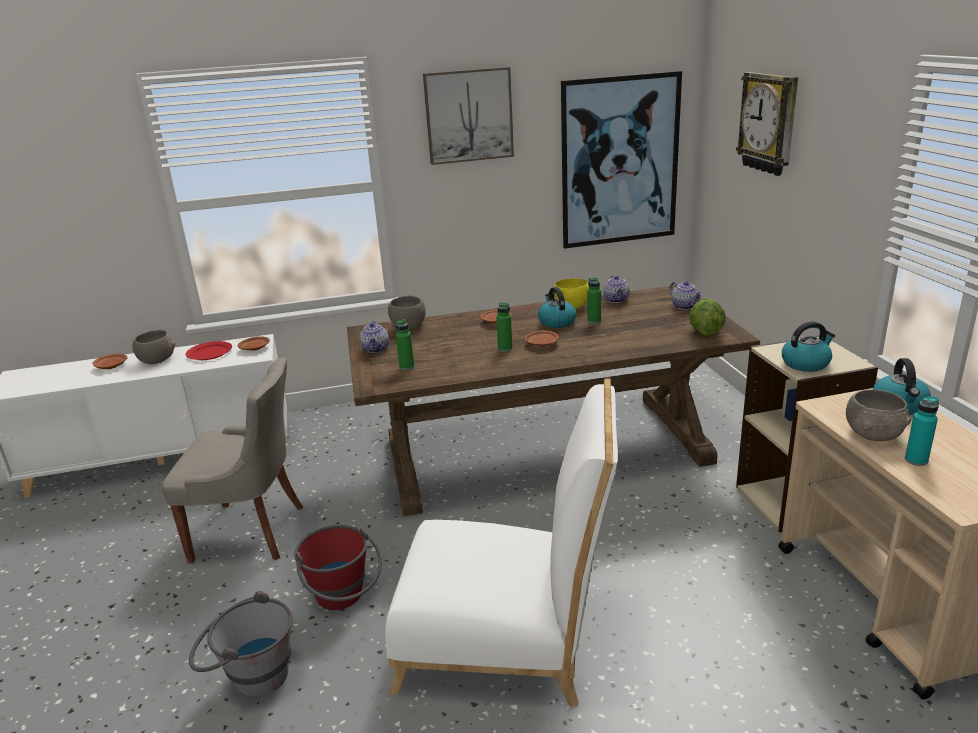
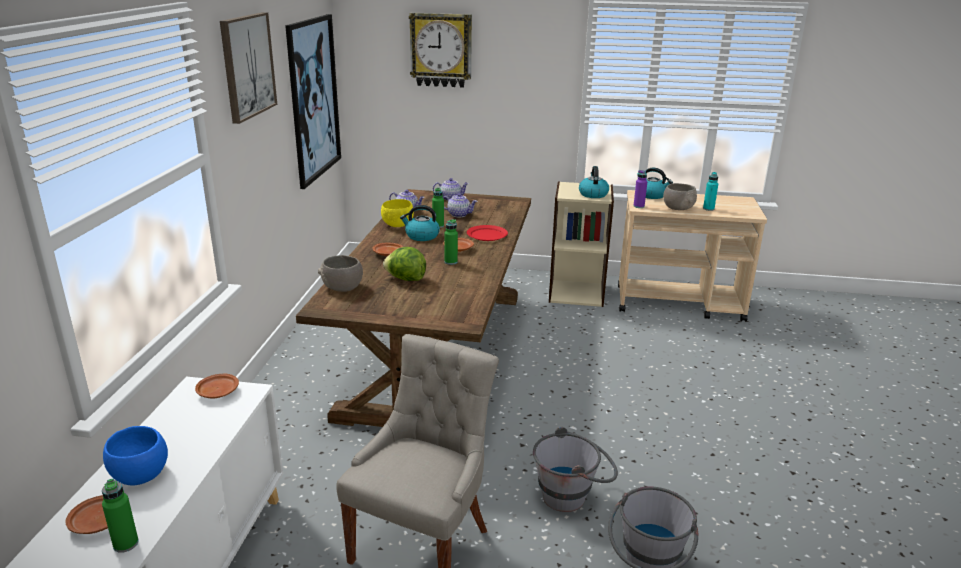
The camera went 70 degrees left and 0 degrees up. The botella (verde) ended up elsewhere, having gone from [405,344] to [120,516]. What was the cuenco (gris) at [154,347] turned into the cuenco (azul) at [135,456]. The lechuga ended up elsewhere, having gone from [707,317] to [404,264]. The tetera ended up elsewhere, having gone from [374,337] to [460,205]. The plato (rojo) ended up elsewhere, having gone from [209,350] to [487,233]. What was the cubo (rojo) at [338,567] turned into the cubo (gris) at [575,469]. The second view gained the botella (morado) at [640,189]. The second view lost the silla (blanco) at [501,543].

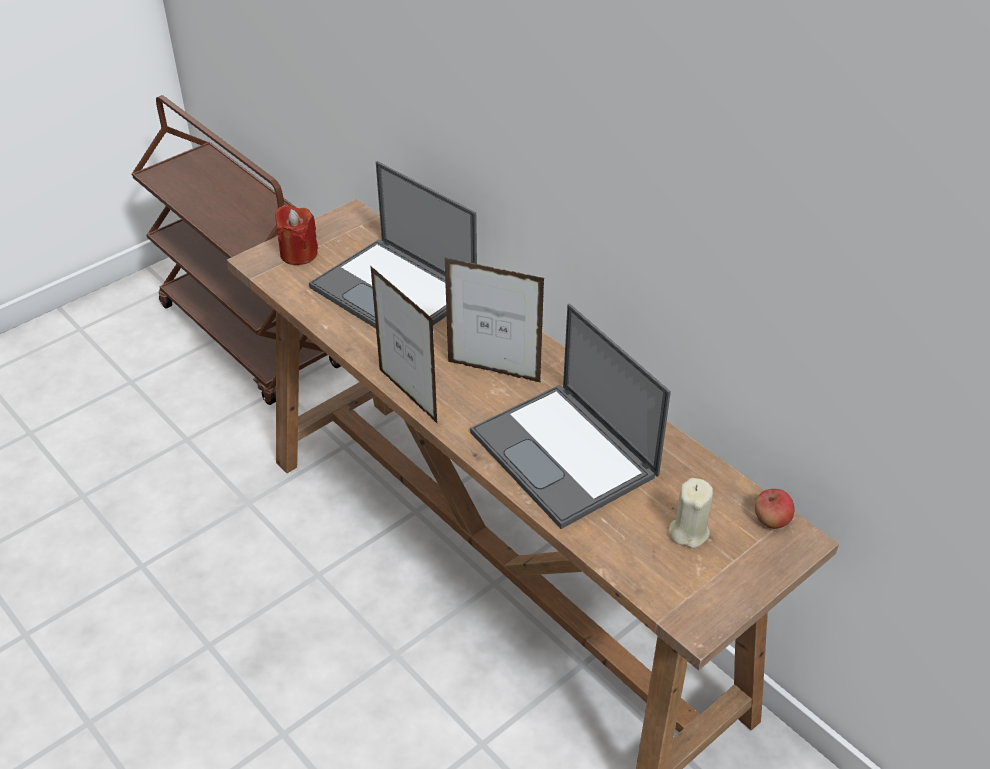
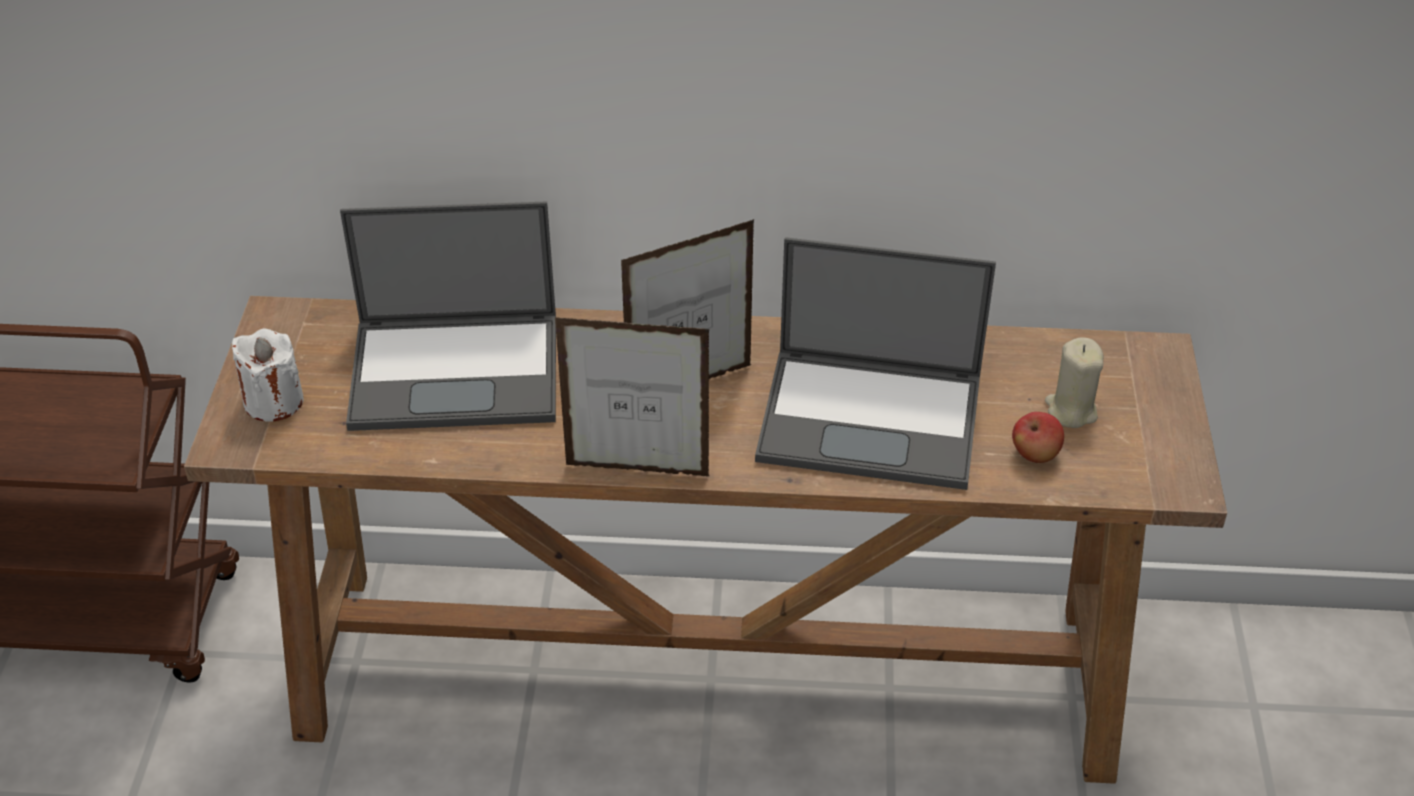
The camera went 45 degrees left and 0 degrees up. What was the vela (rojo) at [296,234] turned into the vela (blanco) at [268,375]. The manzana ended up elsewhere, having gone from [775,509] to [1038,437].

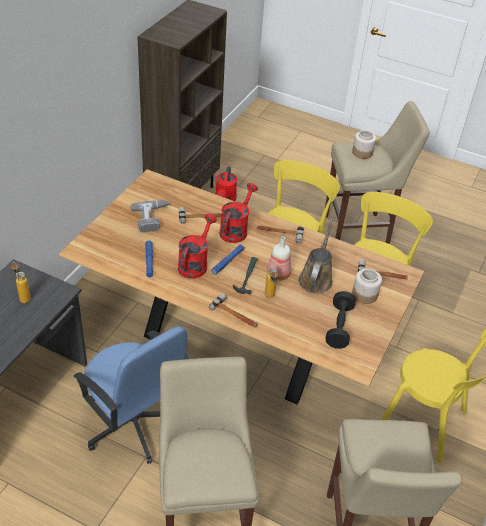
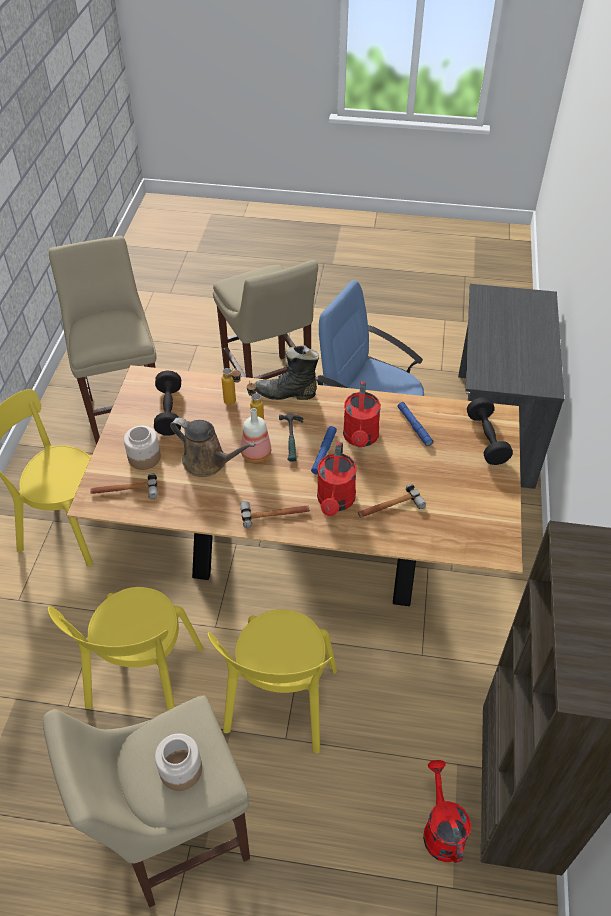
The camera went 165 degrees right and 5 degrees up. The regadera (marrón) at [315,256] ended up facing another way, 60 degrees counterclockwise from before. The botella ended up elsewhere, having gone from [21,282] to [231,386]. Where the martillo stood at [233,310], the bota (negro) came to stand at [287,372]. The second view gained the mancuerna (negro) at [490,431]. The second view lost the taladro at [150,216].

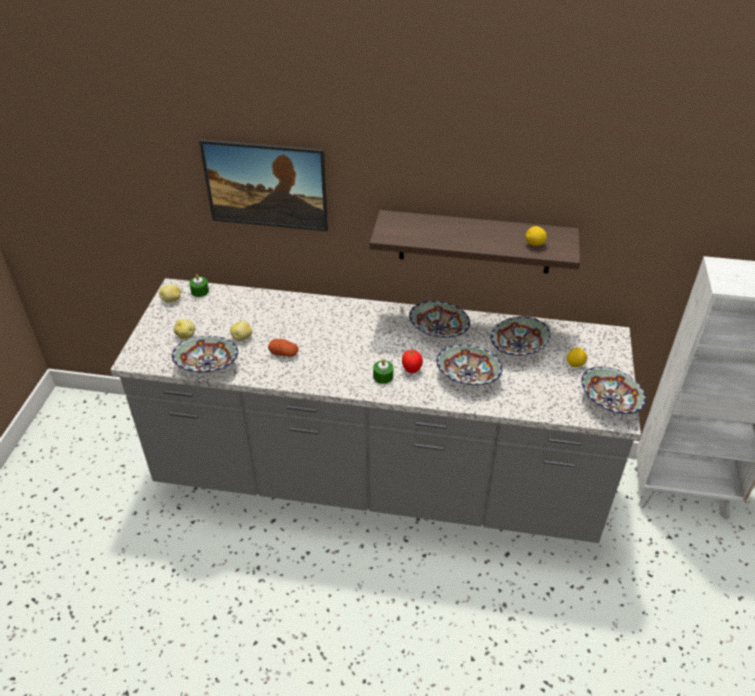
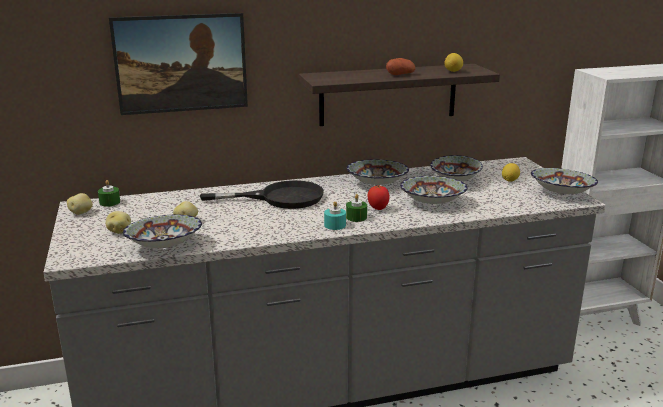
The camera went 25 degrees left and 20 degrees down. The second view gained the sartén (negro) at [262,194]. The second view gained the vela (turquesa) at [335,215]. The patata ended up elsewhere, having gone from [283,348] to [400,66].

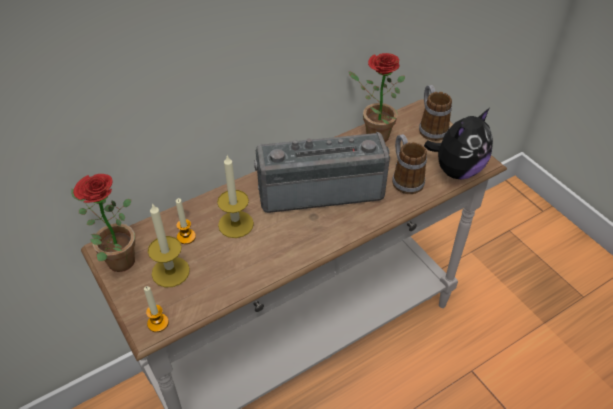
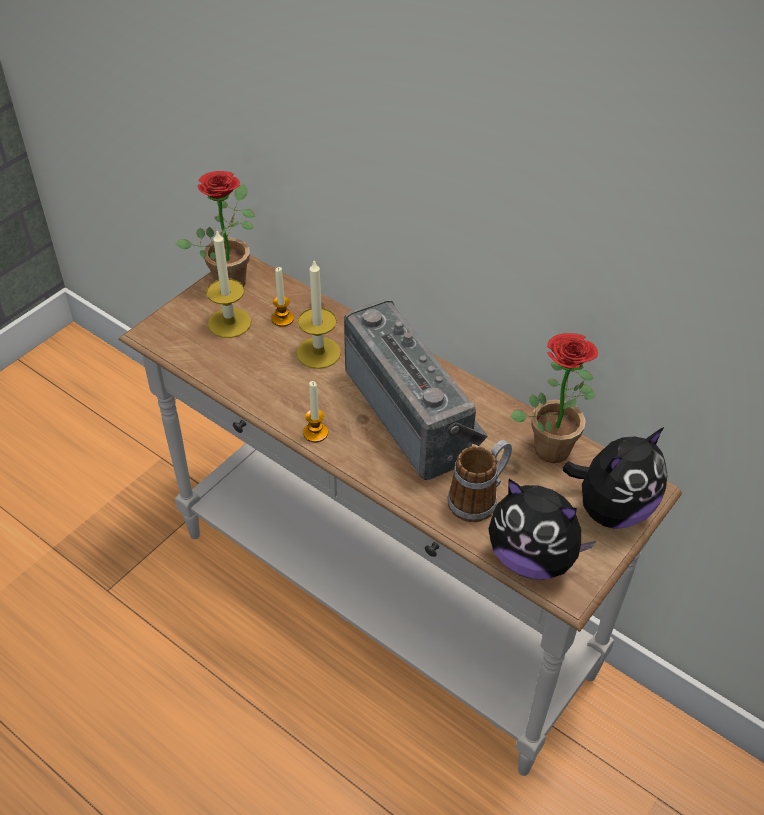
The camera went 70 degrees right and 0 degrees up. The vela ended up elsewhere, having gone from [156,309] to [315,411]. Where the taza grande stood at [435,113], the peluche came to stand at [615,478].

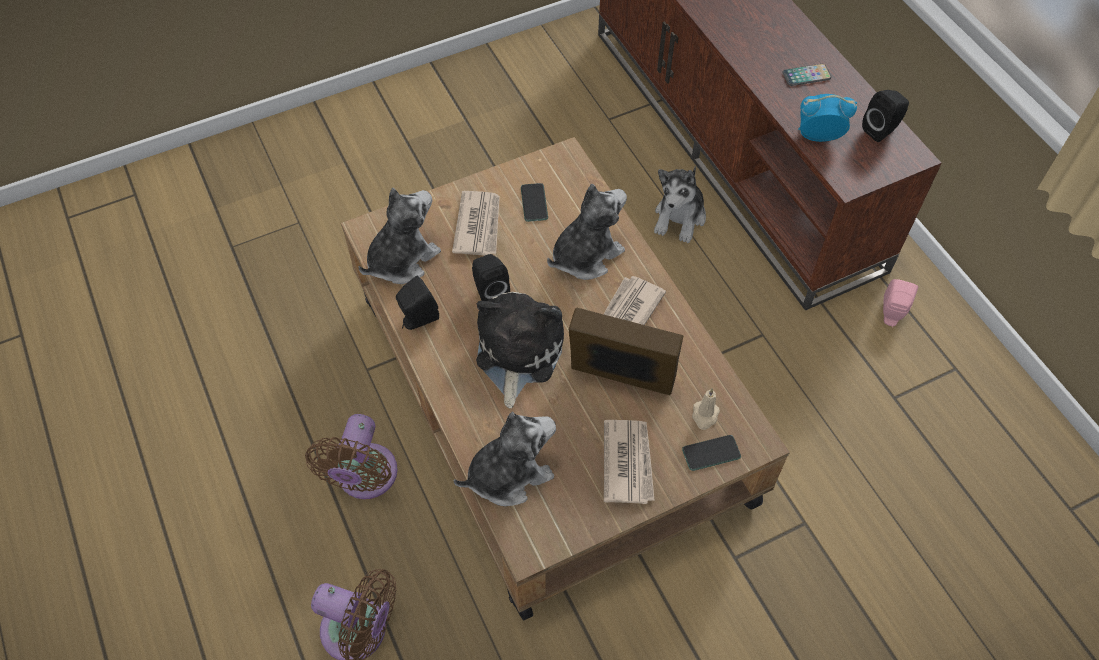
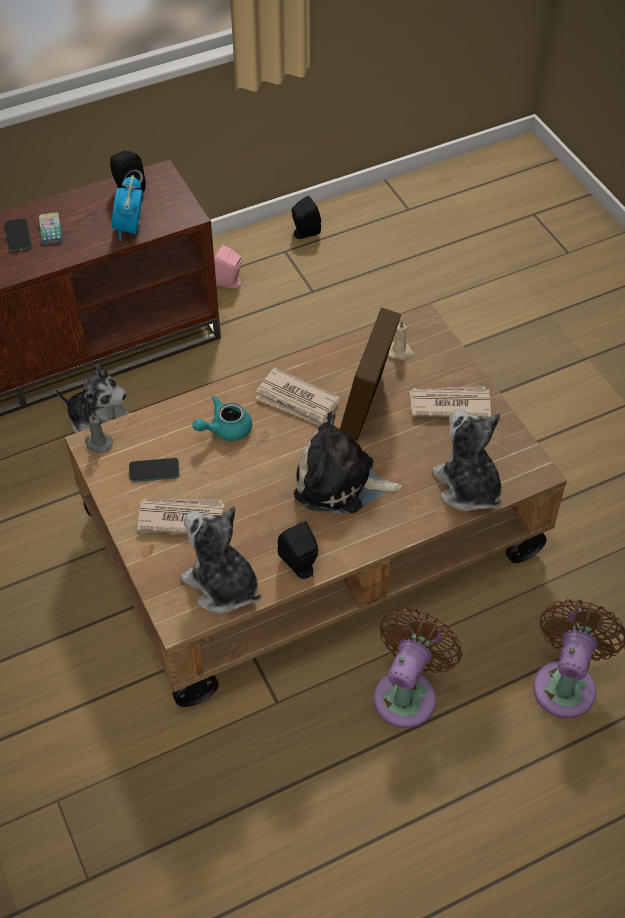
The camera went 90 degrees left and 5 degrees down. The móvil ended up elsewhere, having gone from [711,453] to [18,235]. The second view gained the vela (gris) at [99,433]. Where the peluche stood at [587,232], the tetera (turquesa) came to stand at [222,418]. The altavoz (negro) ended up elsewhere, having gone from [491,277] to [306,217]. The ventilador (marrón) at [351,456] ended up facing another way, 75 degrees counterclockwise from before.

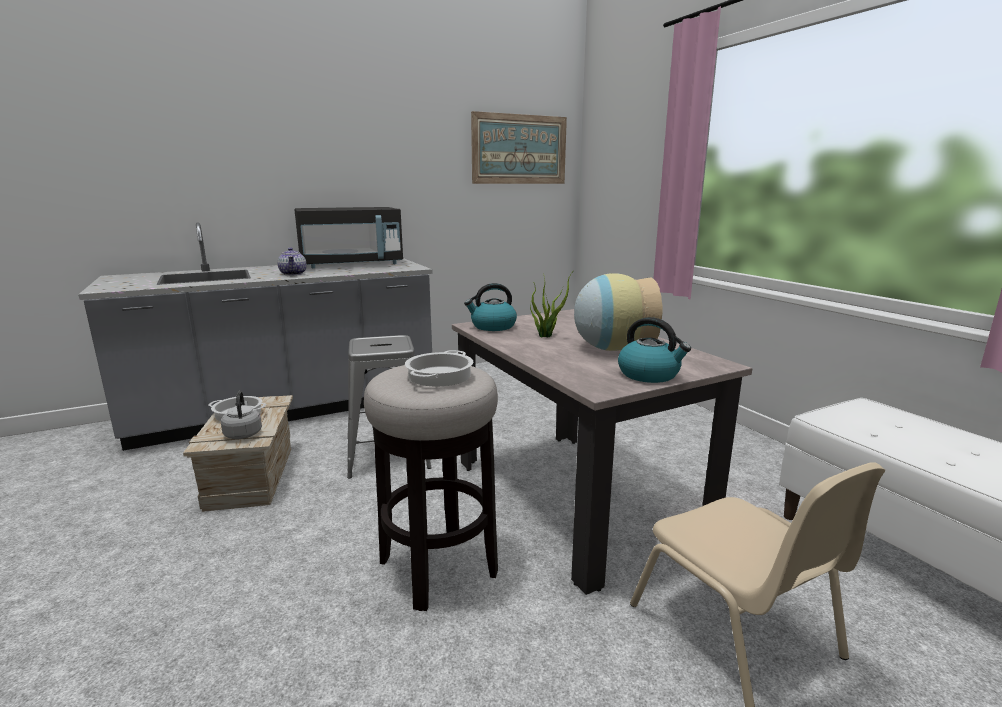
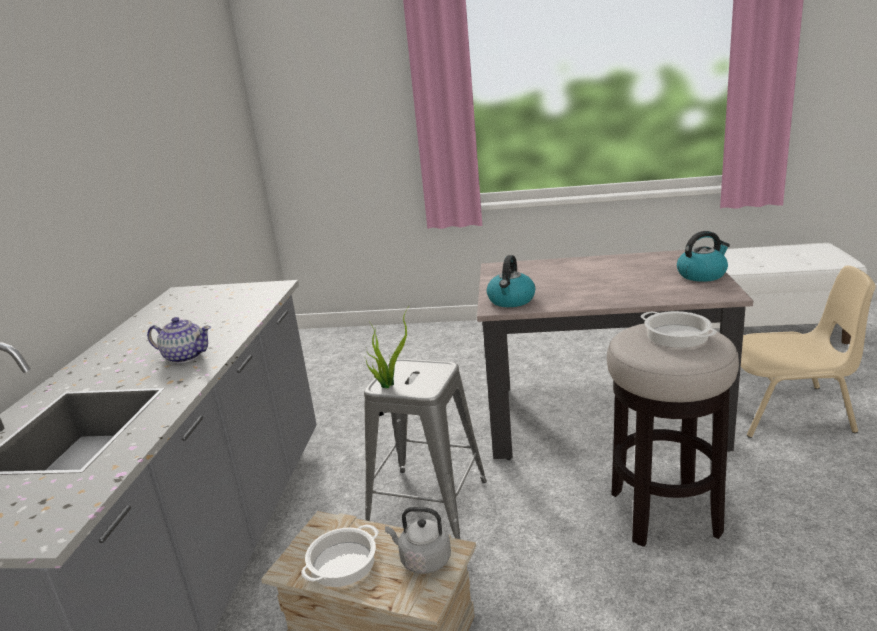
The camera went 55 degrees left and 5 degrees up. The planta en maceta ended up elsewhere, having gone from [552,303] to [387,346]. The second view lost the microondas (negro) at [349,237]. The second view lost the cuadro at [519,147]. The second view lost the florero at [618,312].

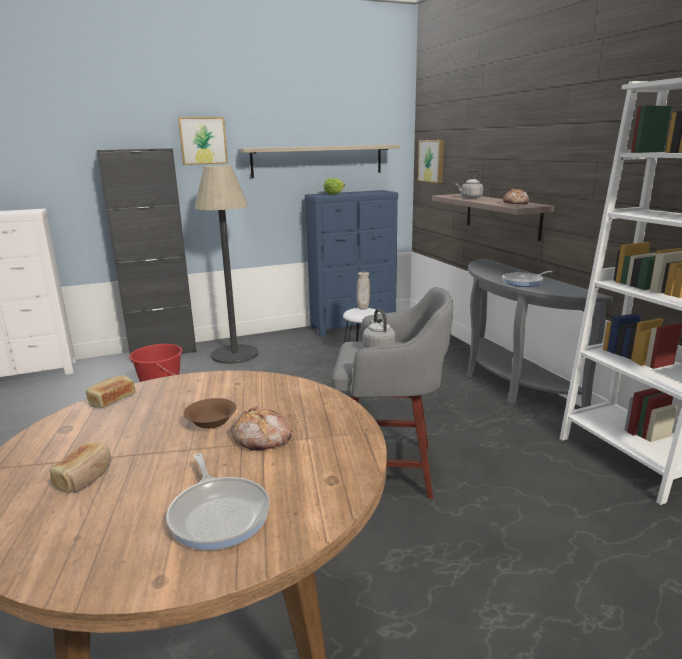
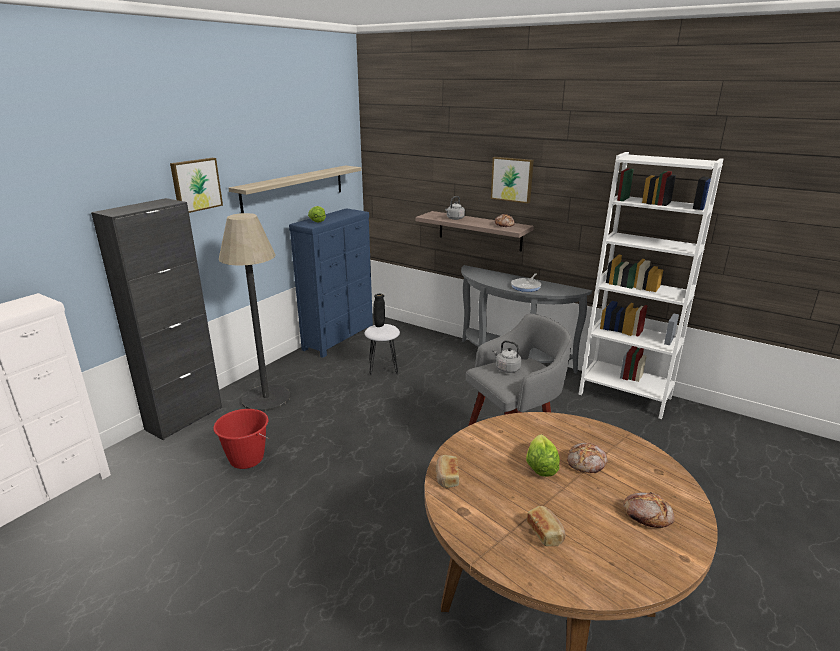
The camera went 35 degrees left and 5 degrees up. What was the florero (beis) at [363,291] turned into the florero (negro) at [379,310]. The cuadro ended up elsewhere, having gone from [431,161] to [512,180]. Where the cuenco (marrón) stood at [210,413], the lechuga came to stand at [543,455]. Where the sartén stood at [218,501], the pan came to stand at [649,510].

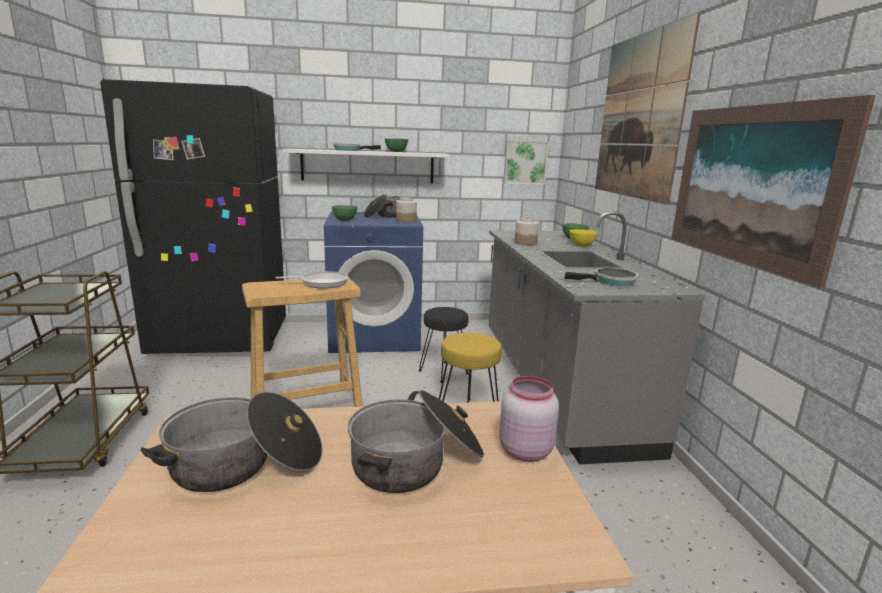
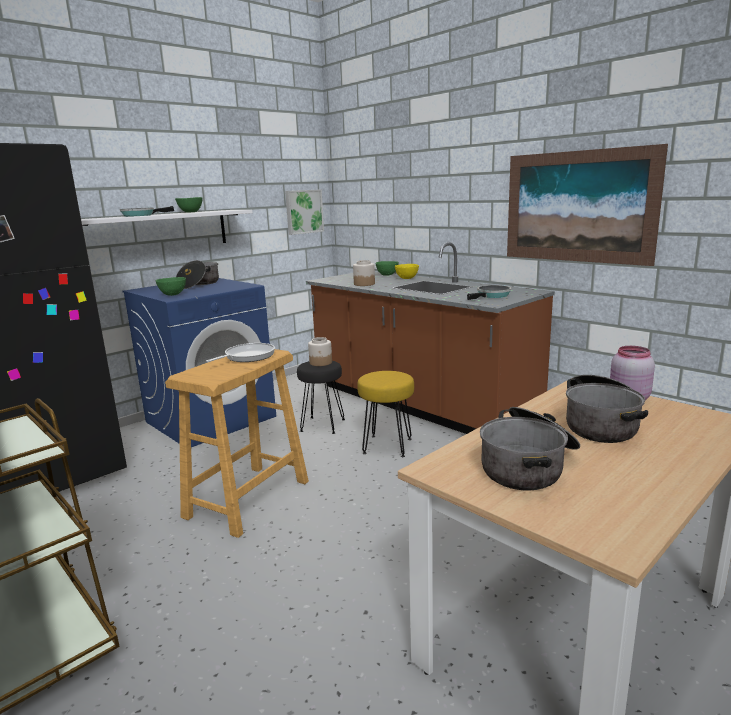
The camera went 35 degrees left and 0 degrees up. What was the mueble bajo de cocina (gris) at [597,338] turned into the mueble bajo de cocina (marrón) at [430,338]. The tarro ended up elsewhere, having gone from [406,209] to [320,351]. The second view lost the cuadro at [648,108].

